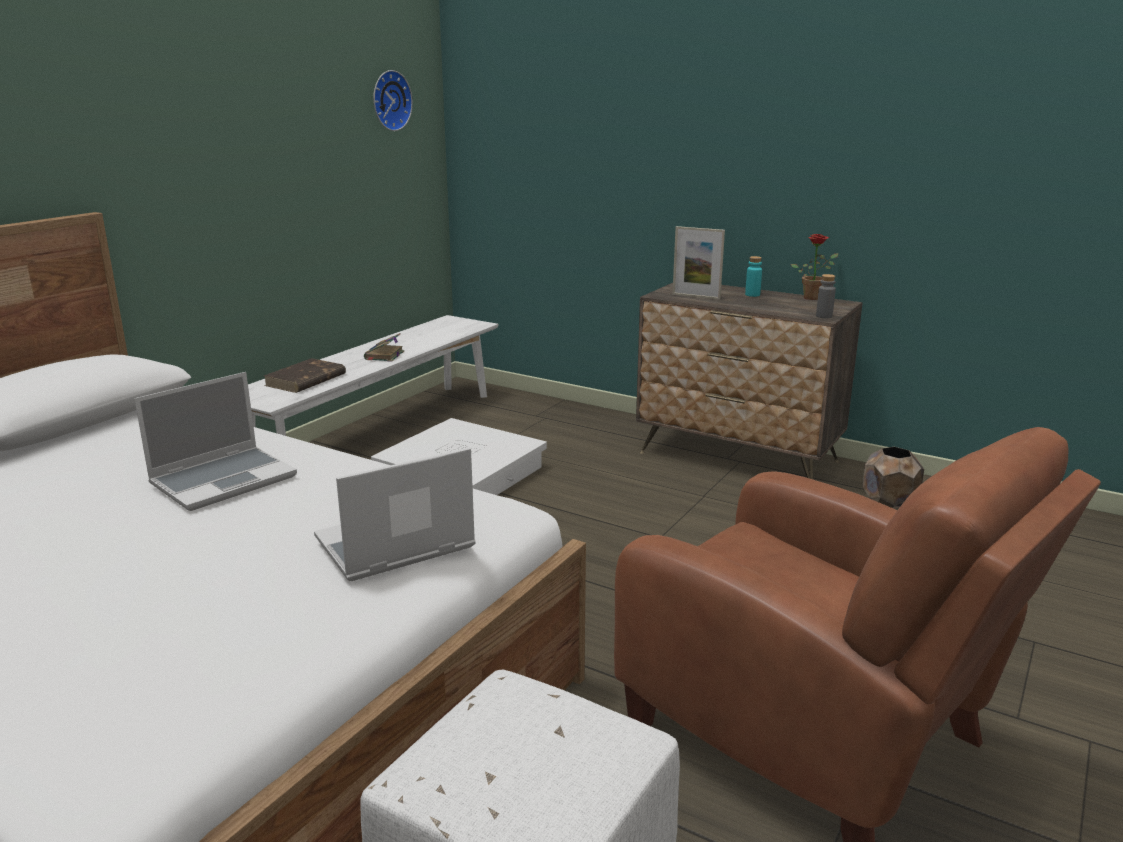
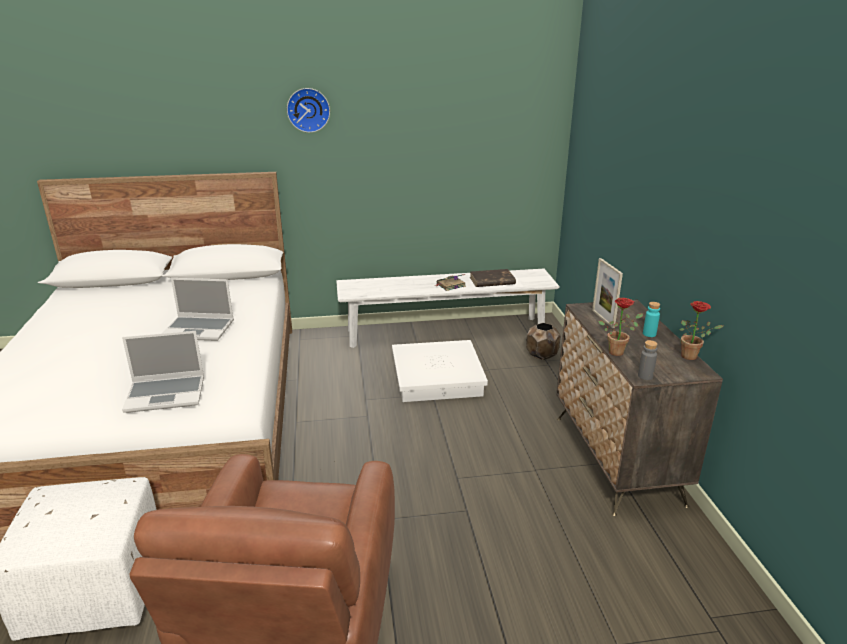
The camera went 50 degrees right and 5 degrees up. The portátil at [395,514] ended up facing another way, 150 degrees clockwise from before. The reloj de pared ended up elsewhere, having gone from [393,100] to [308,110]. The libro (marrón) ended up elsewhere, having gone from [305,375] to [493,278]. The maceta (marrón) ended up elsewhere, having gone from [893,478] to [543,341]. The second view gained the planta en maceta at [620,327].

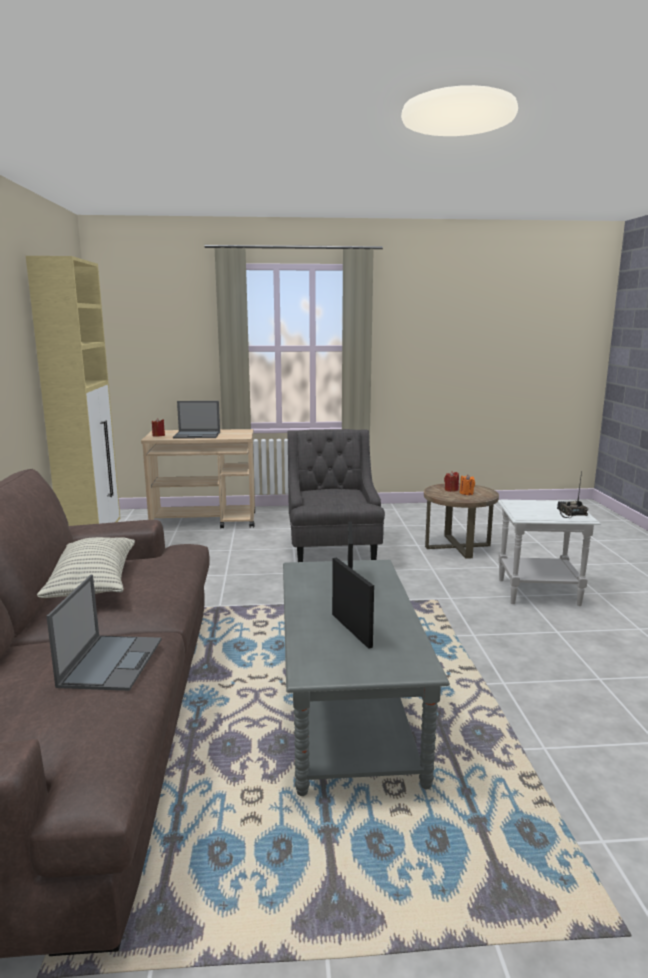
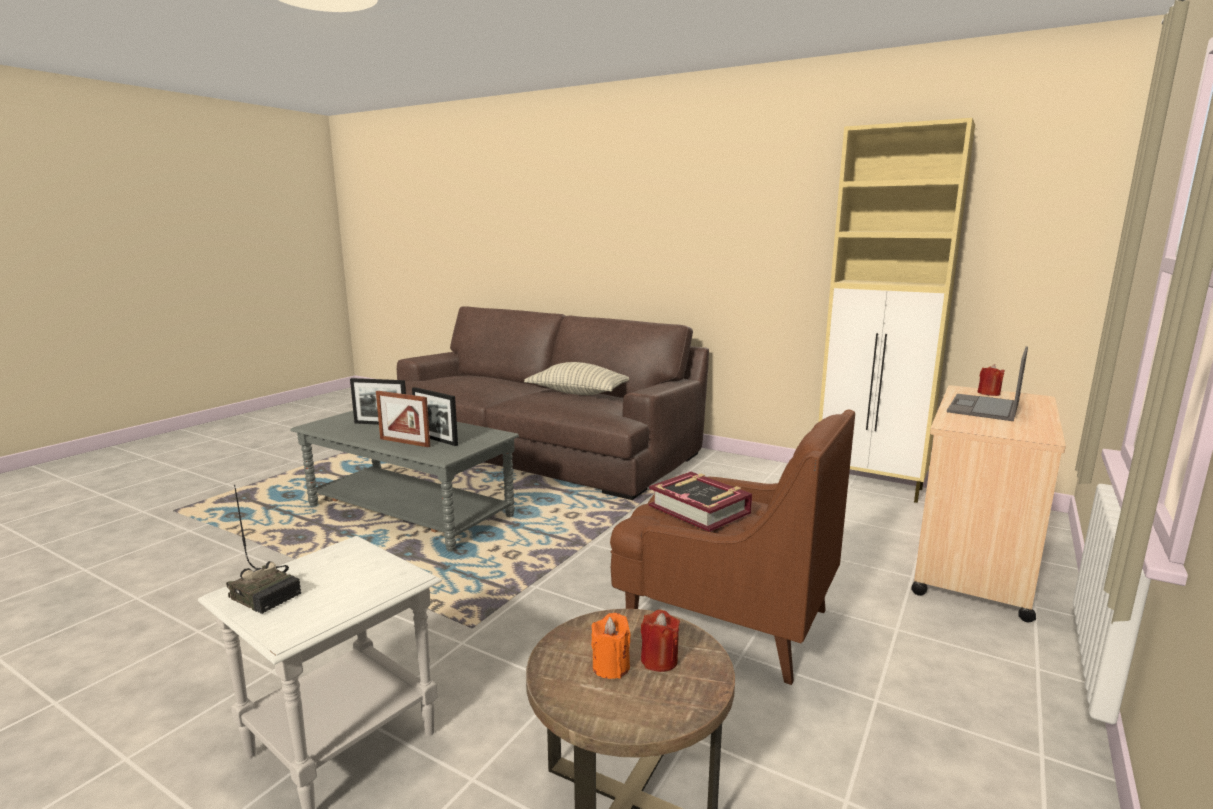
The camera went 125 degrees right and 0 degrees up. The second view gained the portarretratos at [403,419]. What was the sillón (gris) at [336,495] turned into the sillón (marrón) at [732,547]. The second view gained the libro at [700,502]. The second view lost the portátil at [103,633].

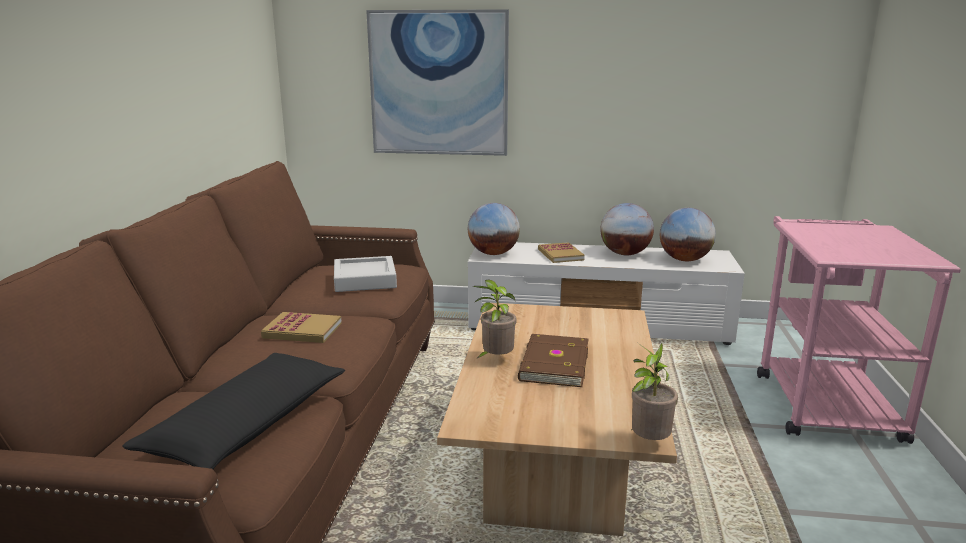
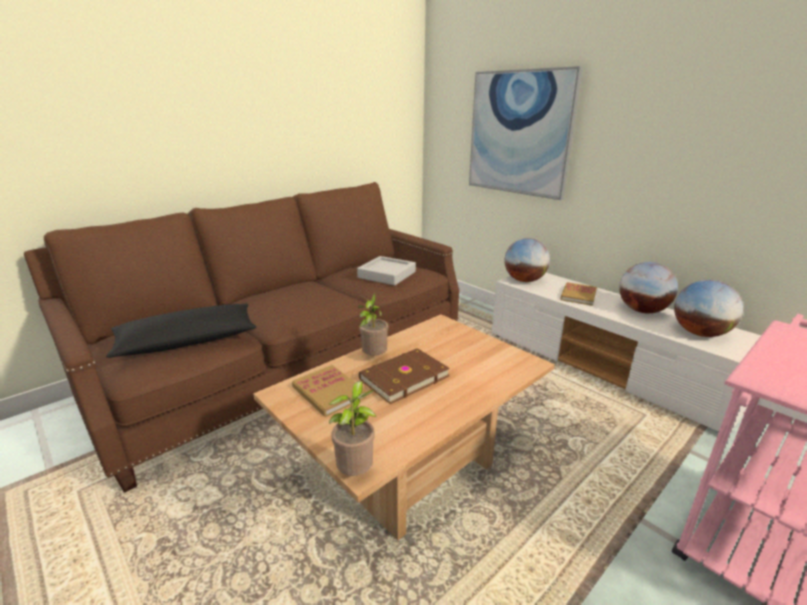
The camera went 40 degrees right and 5 degrees up. The libro ended up elsewhere, having gone from [301,327] to [329,391].

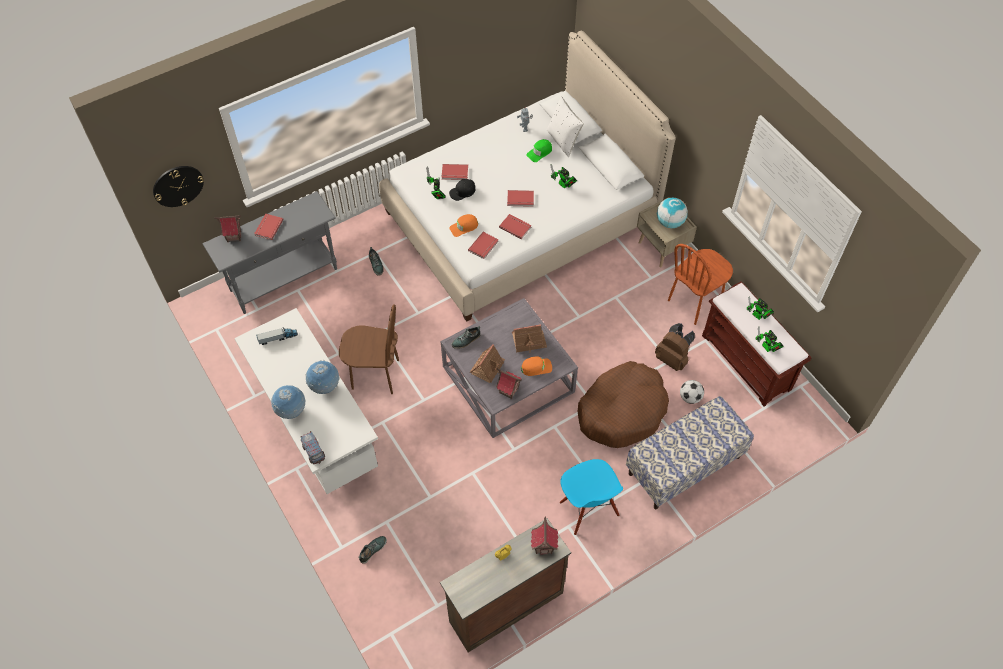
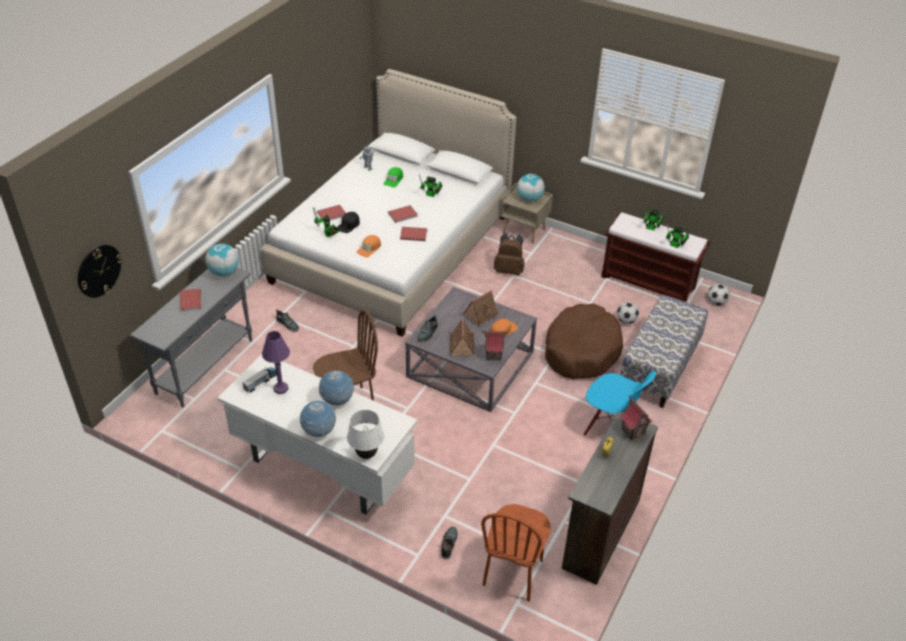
The camera went 30 degrees left and 15 degrees down. The second view gained the globo terráqueo at [222,260]. The second view gained the lámpara de mesa (morado) at [276,362]. Where the camión de juguete stood at [313,447], the lámpara de mesa (blanco) came to stand at [365,434]. The silla (marrón) ended up elsewhere, having gone from [700,284] to [516,552]. The mochila (marrón) ended up elsewhere, having gone from [675,347] to [509,254]. The second view gained the balón de fútbol at [719,294]. The second view lost the casita at [227,228]. The second view lost the libro (rojo) at [483,245]. The second view lost the cojín (blanco) at [565,126].

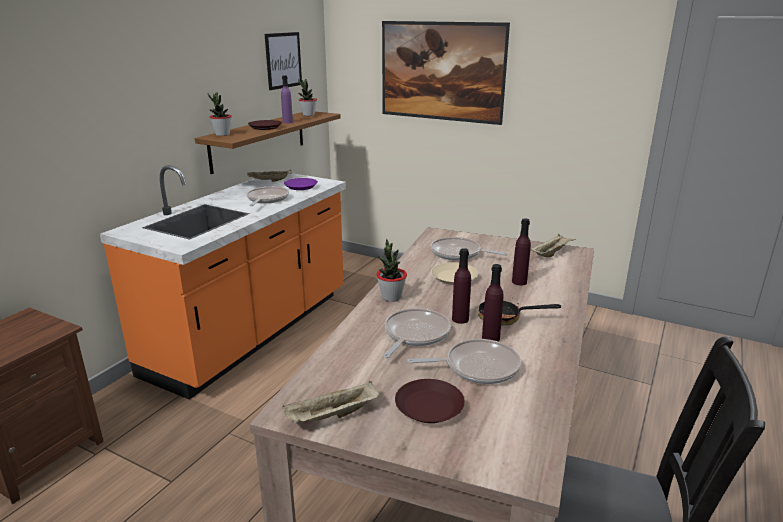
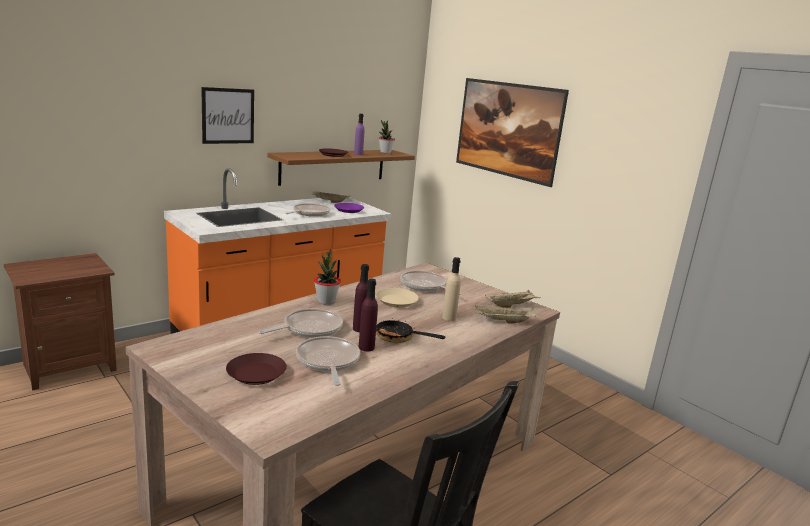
The camera went 20 degrees right and 5 degrees down. The cuadro ended up elsewhere, having gone from [283,61] to [227,115]. The sartén at [464,361] ended up facing another way, 120 degrees counterclockwise from before. What was the botella (morado) at [521,251] turned into the botella (beis) at [451,289]. The bandeja (beis) ended up elsewhere, having gone from [331,402] to [506,314]. The second view lost the planta en maceta at [219,114].

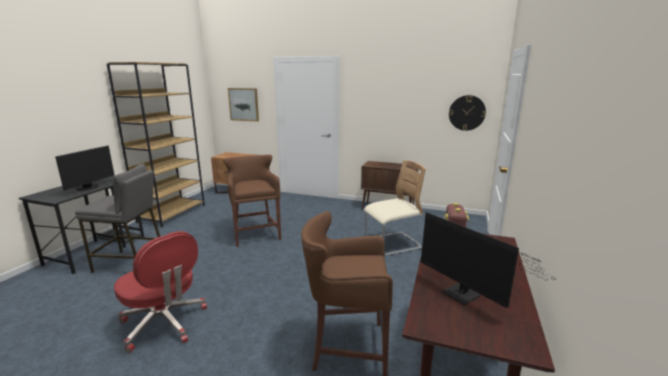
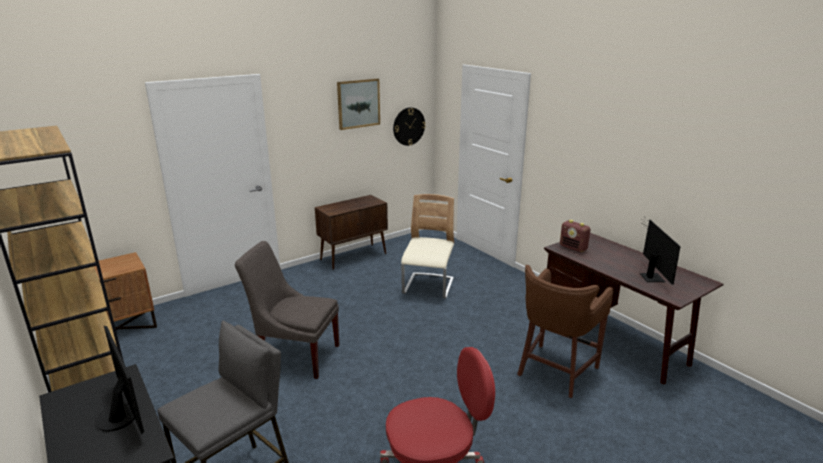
The camera went 55 degrees left and 5 degrees up. Where the taburete (marrón) stood at [252,201], the silla (gris) came to stand at [287,310]. The cuadro ended up elsewhere, having gone from [243,105] to [358,104]. The monitor at [488,260] ended up facing another way, 90 degrees counterclockwise from before.

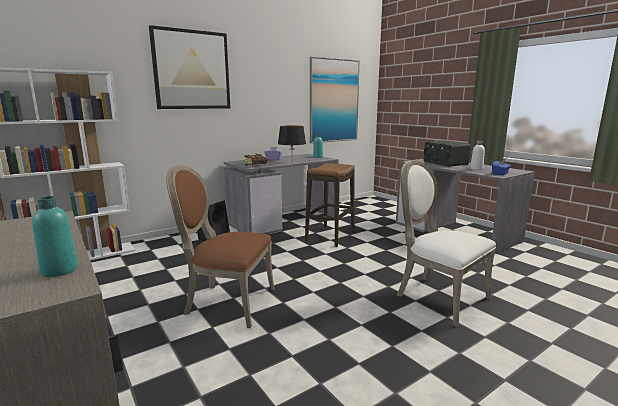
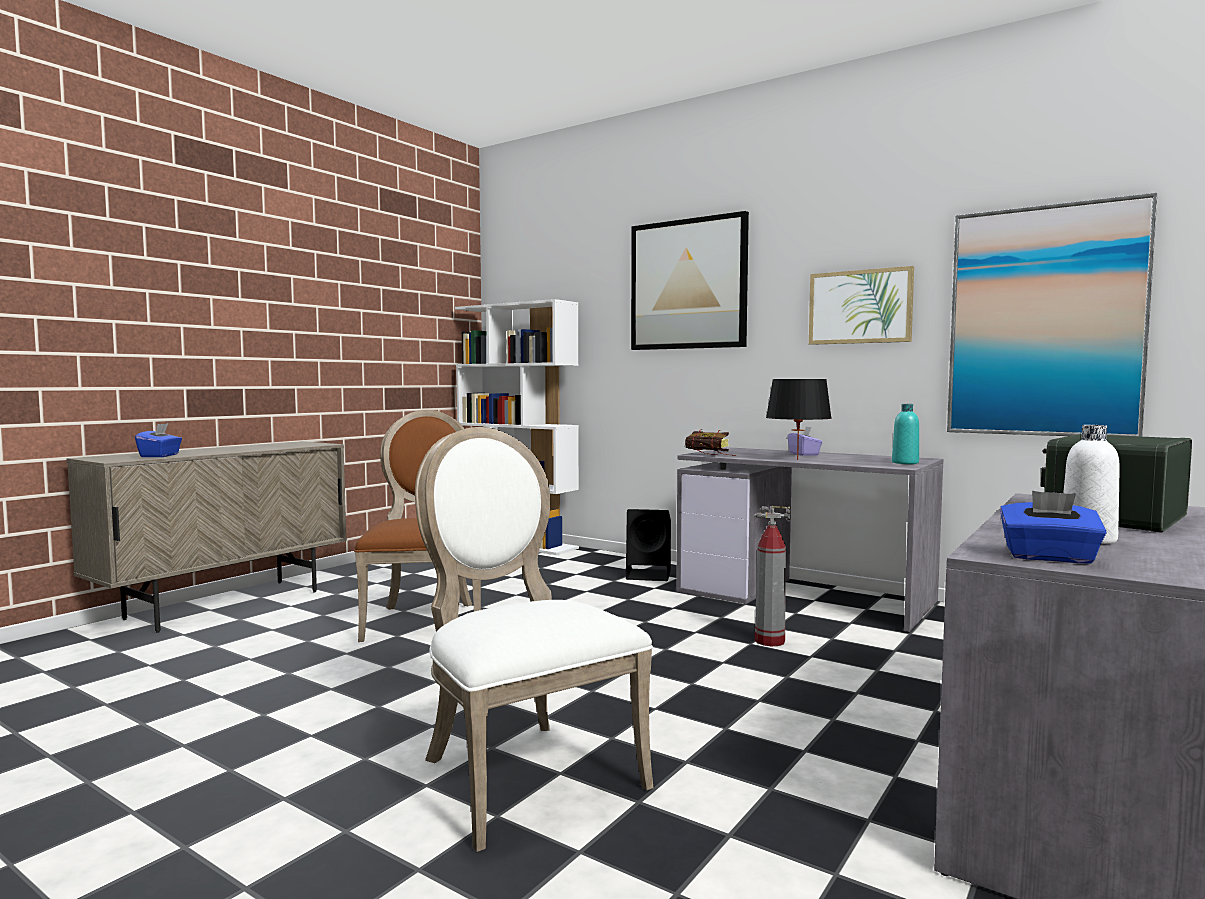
The camera went 70 degrees right and 10 degrees down. Where the botella (turquesa) stood at [55,236], the caja de pañuelos (azul) came to stand at [158,440]. The silla (blanco) at [446,243] ended up facing another way, 60 degrees counterclockwise from before. Where the taburete stood at [330,205], the extintor came to stand at [772,576]. The second view gained the cuadro at [861,305].

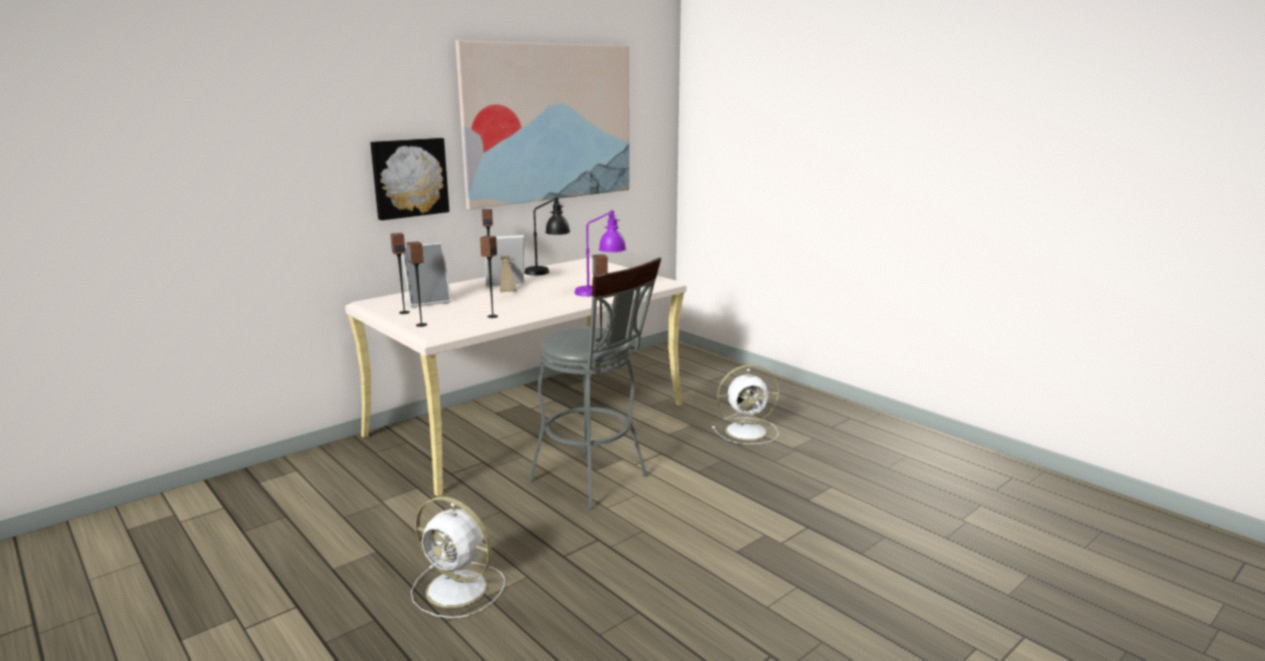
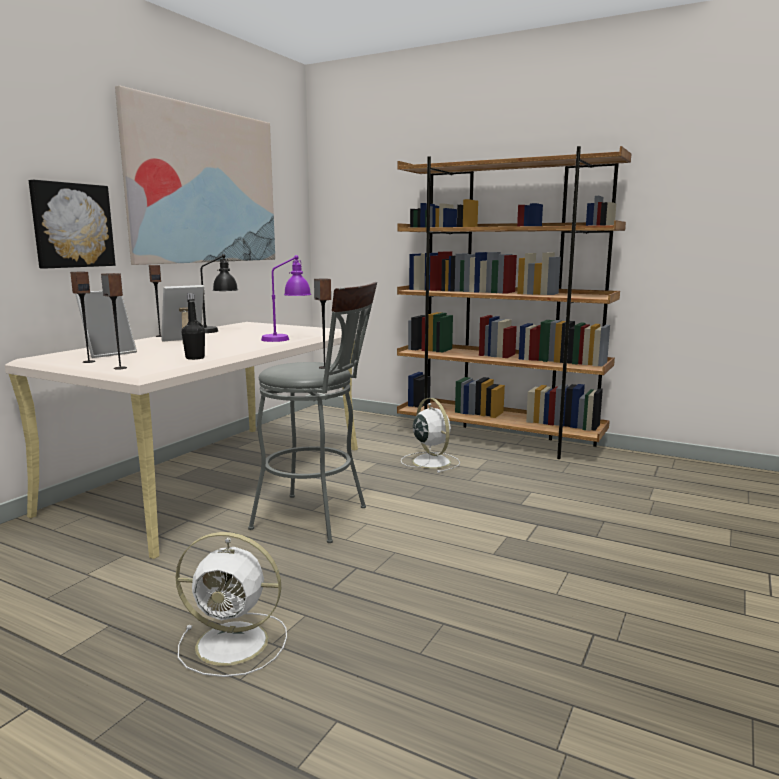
The camera went 20 degrees left and 5 degrees down. Where the altavoz stood at [489,277], the botella (negro) came to stand at [193,326]. The second view gained the estantería (marrón) at [514,302]. The ventilador (blanco) at [745,404] ended up facing another way, 90 degrees counterclockwise from before.

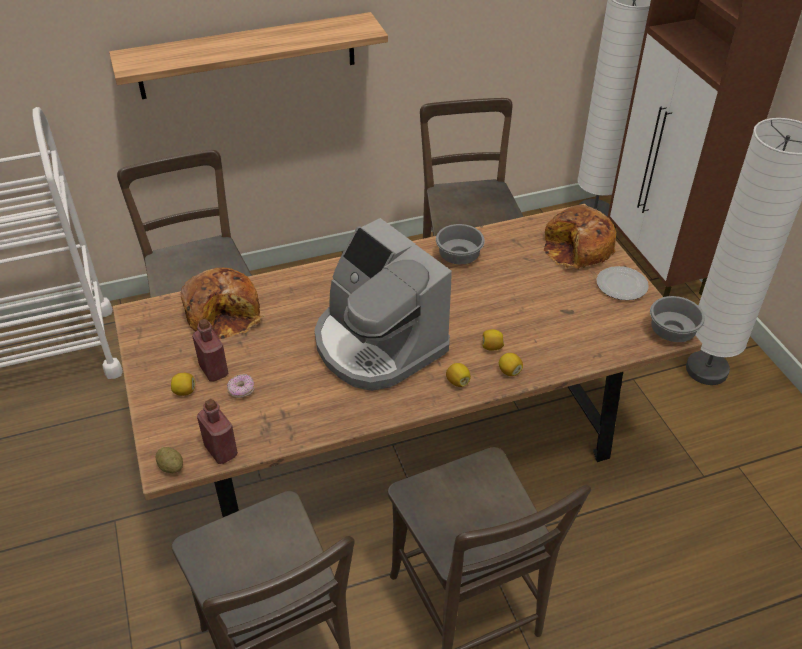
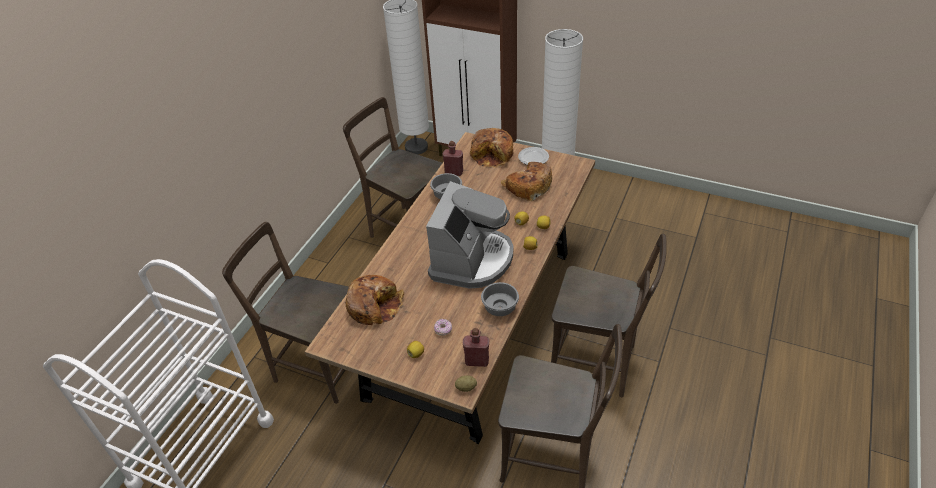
The camera went 45 degrees left and 0 degrees up. The cafetera at [383,304] ended up facing another way, 75 degrees counterclockwise from before. The botella (rojo) ended up elsewhere, having gone from [210,350] to [453,158]. The cuenco (gris) ended up elsewhere, having gone from [677,319] to [500,299]. The second view gained the pan at [526,181]. The second view lost the estante at [248,55].

